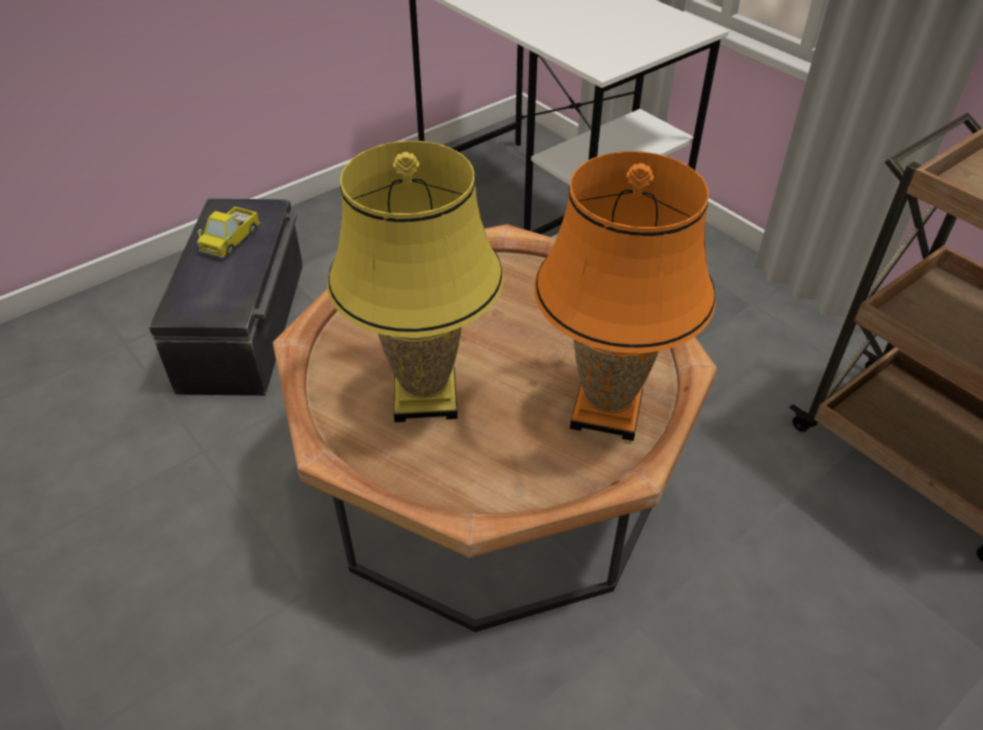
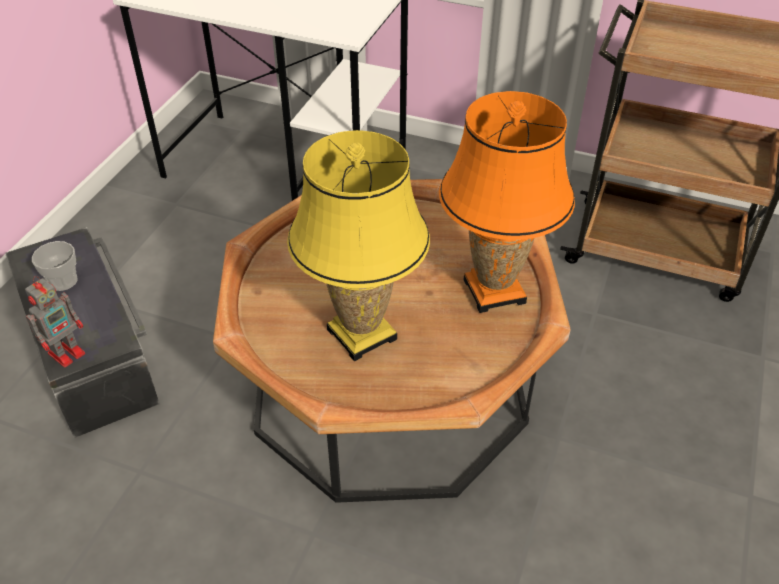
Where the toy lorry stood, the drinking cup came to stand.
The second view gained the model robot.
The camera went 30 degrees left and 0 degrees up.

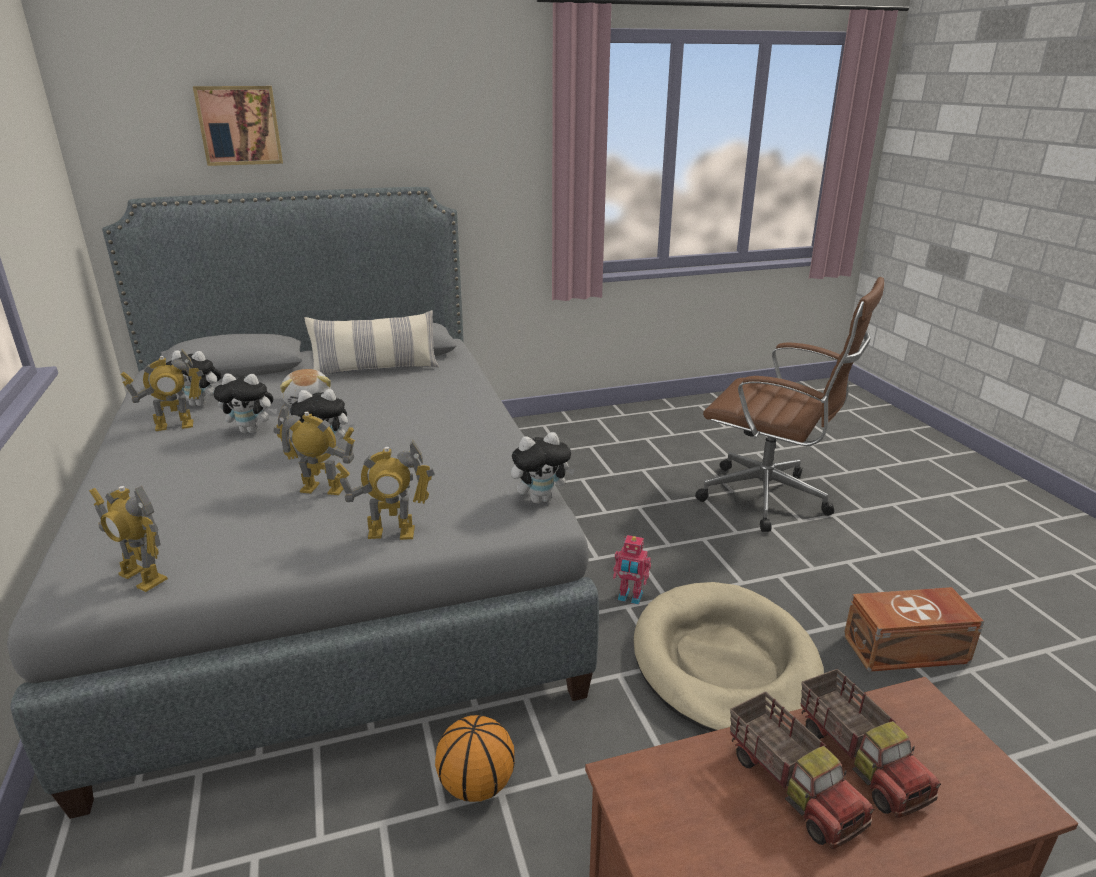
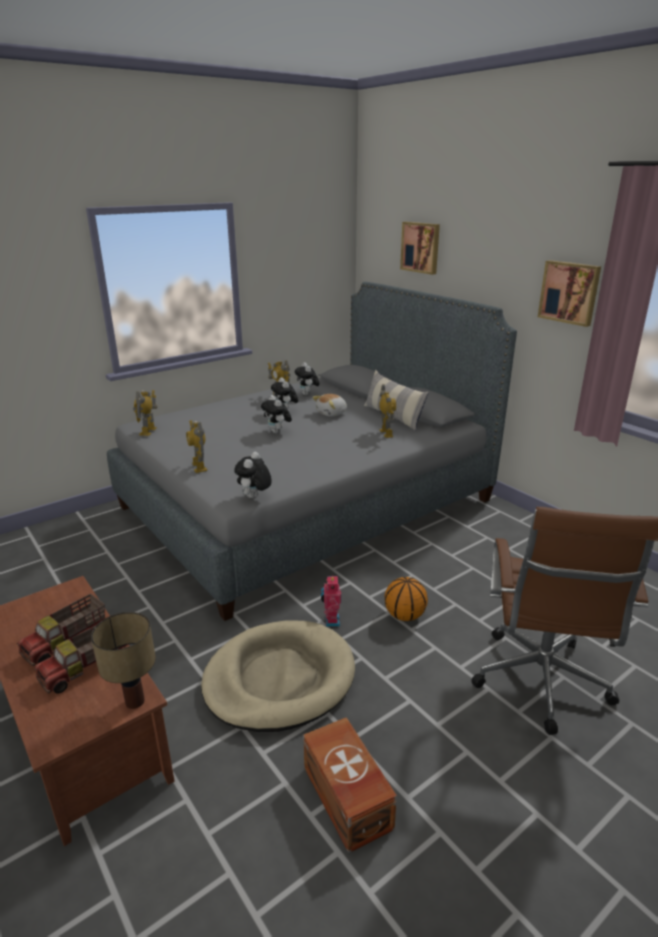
The model robot (no. 3 from left in the first image) ended up elsewhere.
The ball for basketball ended up elsewhere.
The plush toy (no. 5 from left in the first image) ended up facing another way, 60 degrees clockwise from before.
The second view gained the table lamp.
The second view gained the wall art (no. 2 from left).
The camera went 70 degrees right and 0 degrees up.

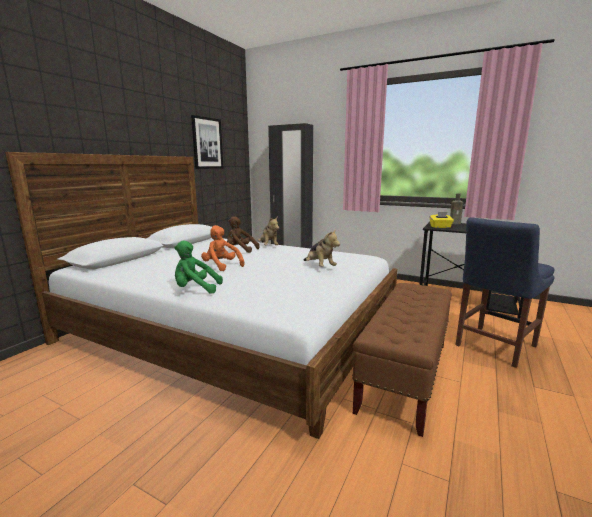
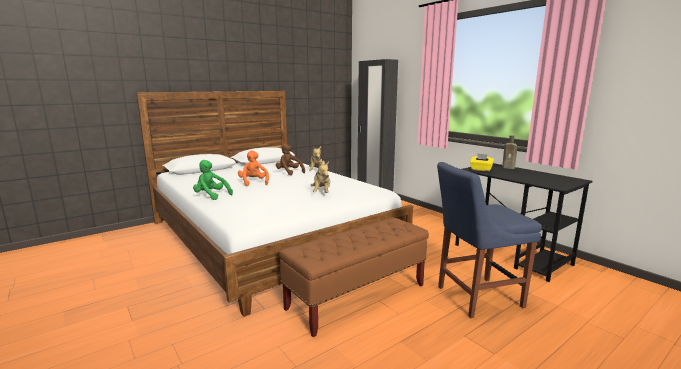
The second view lost the wall art.
The camera went 25 degrees right and 0 degrees up.

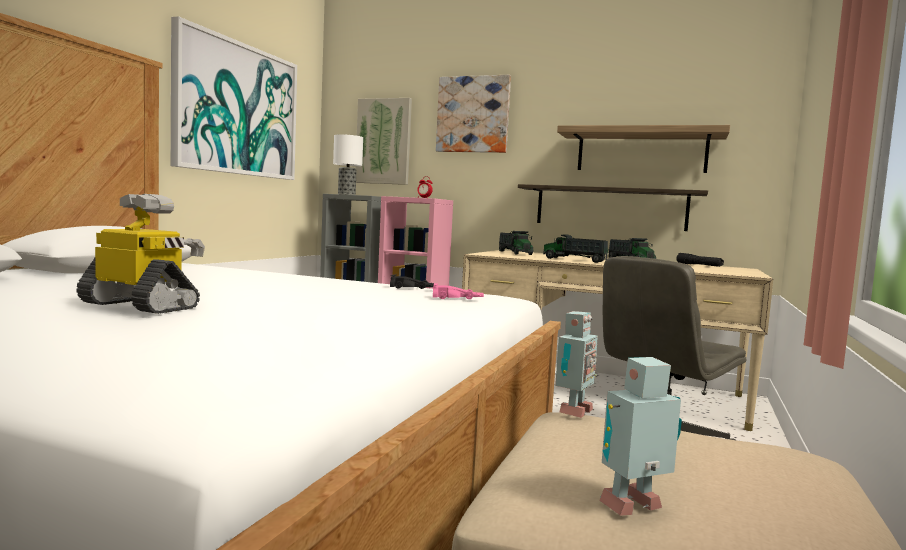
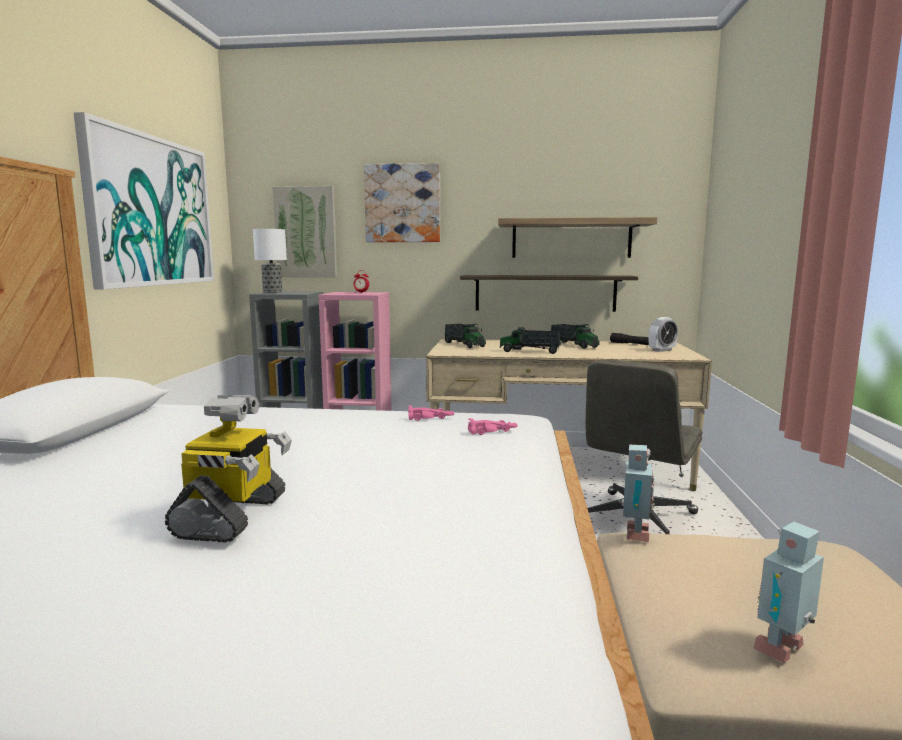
The model robot (no. 1 from left) ended up facing another way, 90 degrees clockwise from before.
What was the blackish model car turned into the pink model car (no. 1 from left).
The second view gained the bedside clock (no. 2 from left).
The camera went 15 degrees left and 5 degrees up.

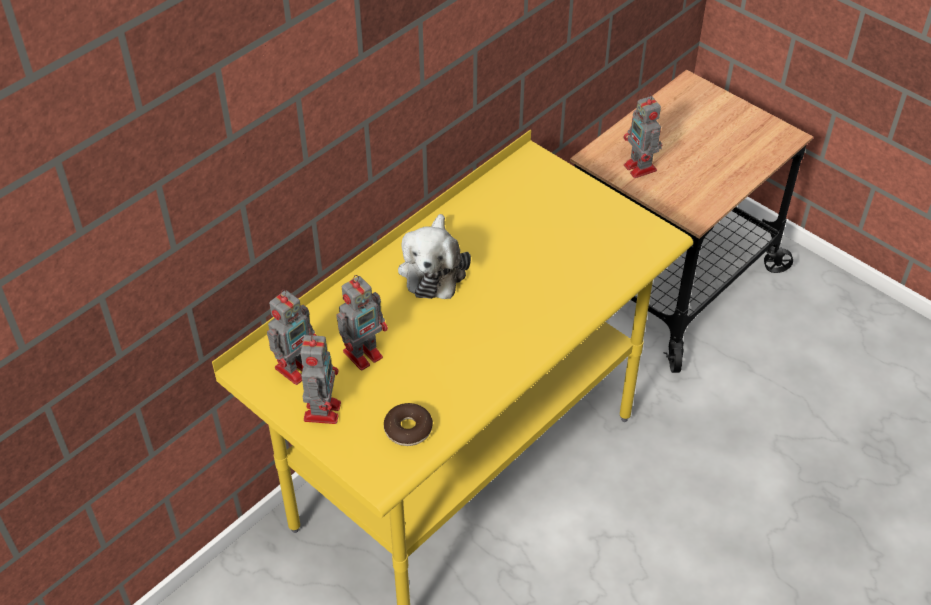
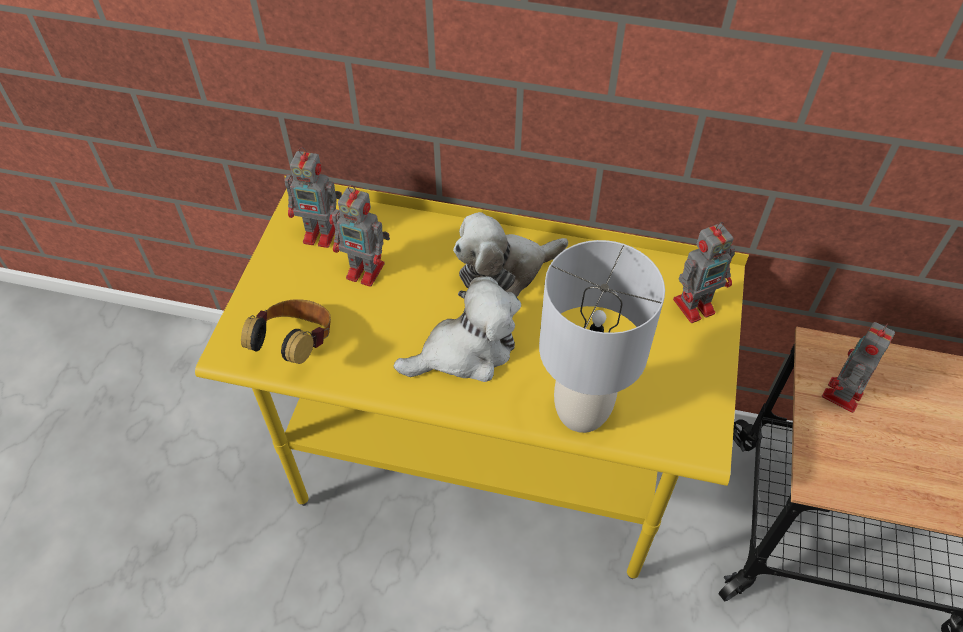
The model robot (no. 2 from left in the first image) ended up elsewhere.
Where the doughnut stood, the headphones came to stand.
The second view gained the plush toy (no. 1 from left).
The second view gained the grey table lamp.
The camera went 60 degrees right and 5 degrees up.

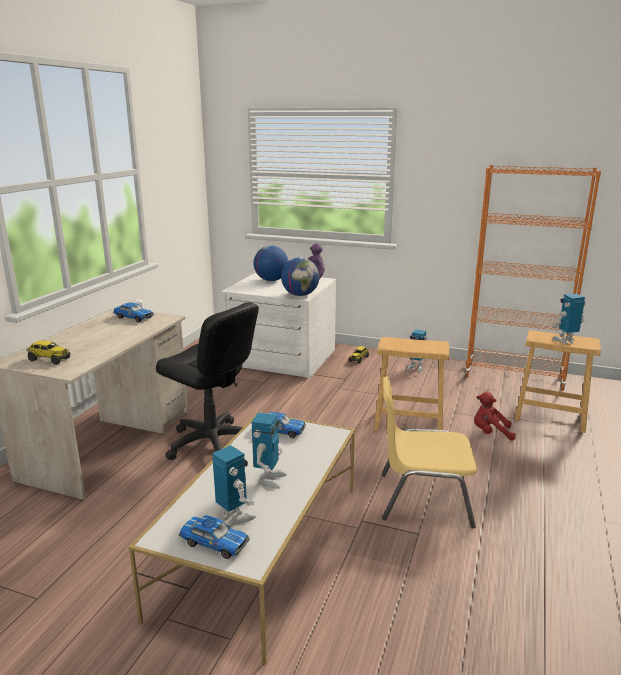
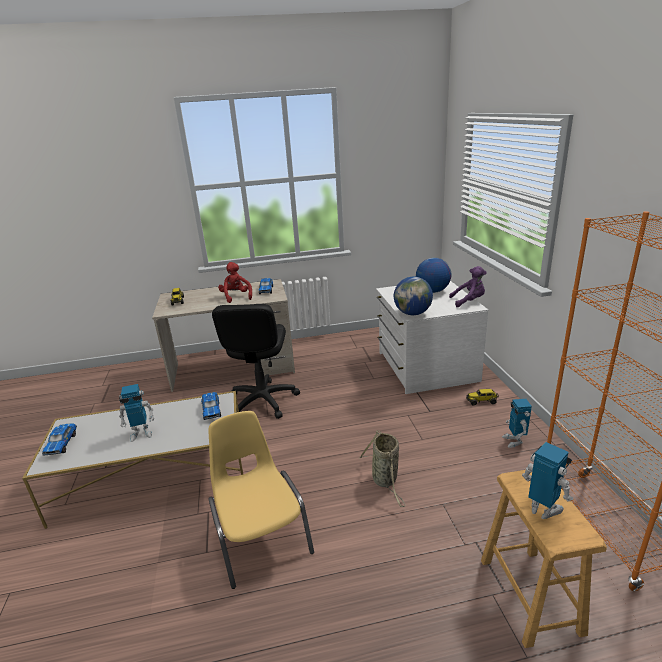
The second view lost the model robot (no. 1 from left).
Where the brown-coloured stool seat (no. 1 from left) stood, the household basket came to stand.
The red-coloured plush toy ended up elsewhere.
The camera went 60 degrees right and 5 degrees up.

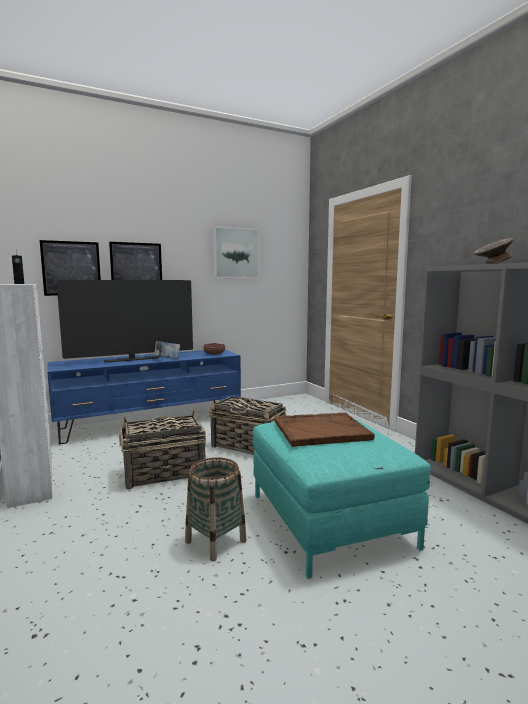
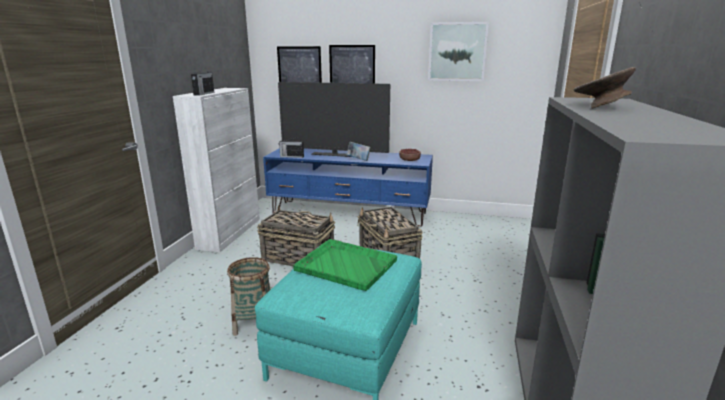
What was the brown-coloured tray turned into the green tray.
The second view gained the radio receiver (no. 2 from left).
The camera went 40 degrees right and 10 degrees up.

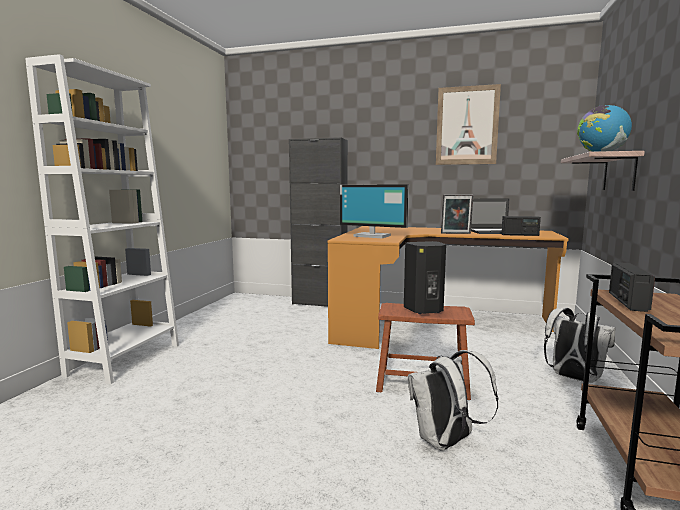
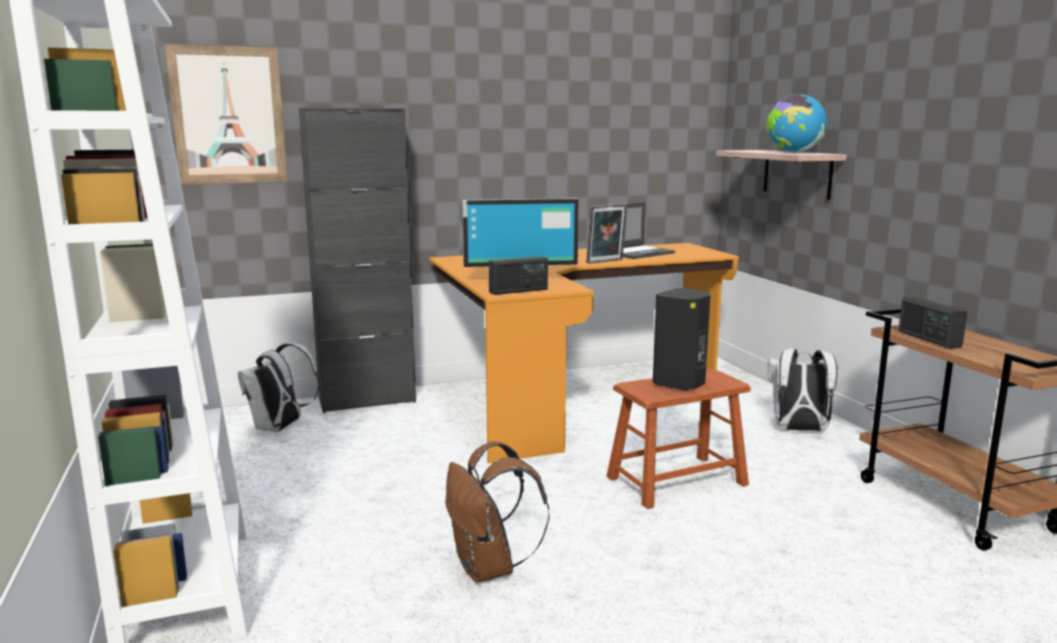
The white knapsack (no. 1 from left) ended up elsewhere.
The wall art ended up elsewhere.
The radio receiver (no. 1 from left) ended up elsewhere.
The second view gained the brown-coloured knapsack.
The camera went 35 degrees left and 5 degrees up.

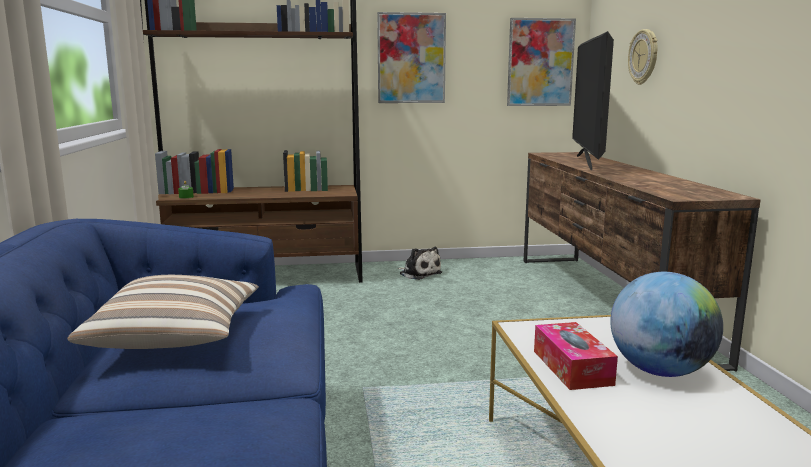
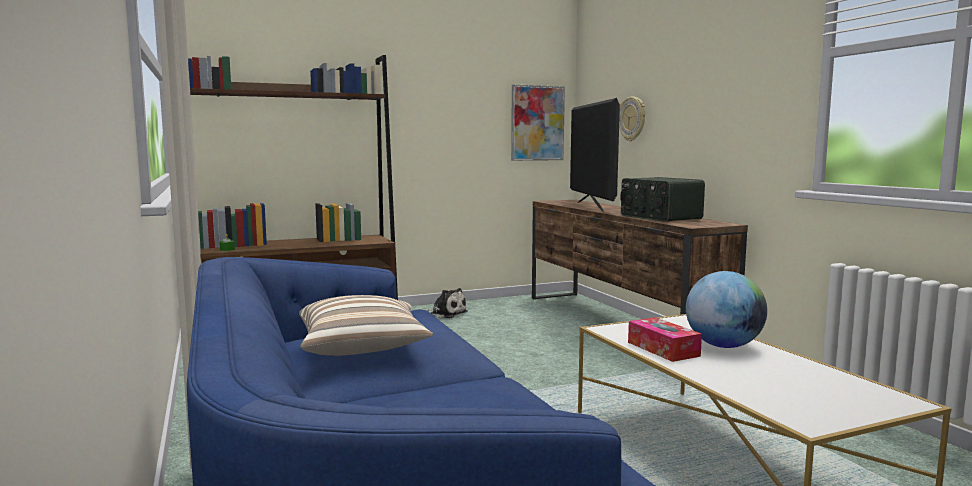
The second view lost the wall art (no. 1 from left).
The second view gained the radio receiver.
The camera went 15 degrees left and 5 degrees down.

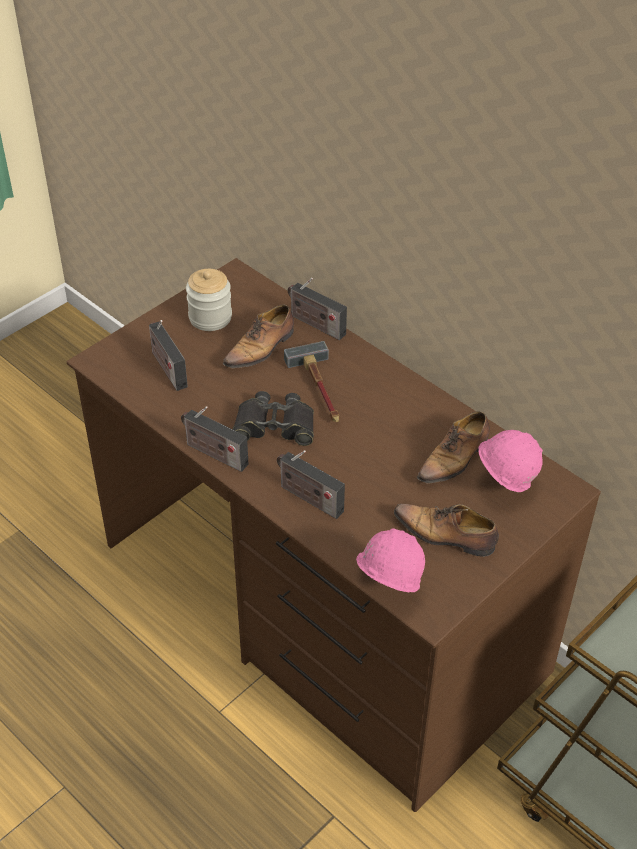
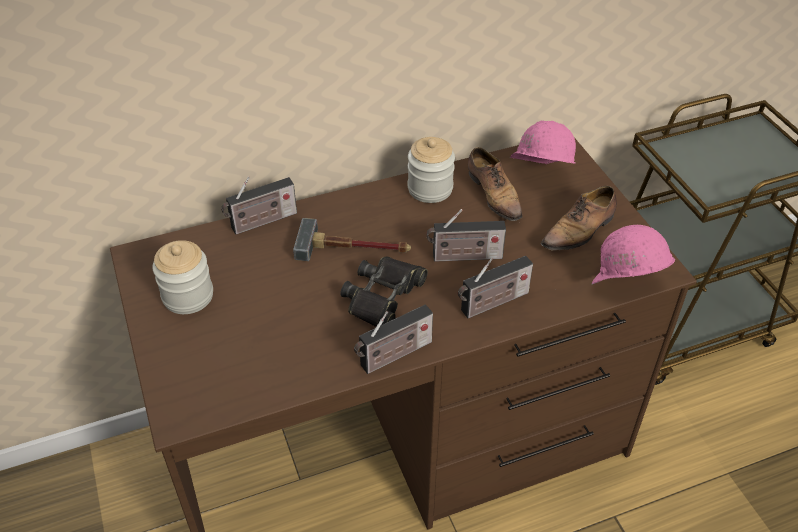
The radio receiver (no. 1 from left in the first image) ended up elsewhere.
The second view lost the shoe (no. 1 from left).
The second view gained the preserve jar (no. 2 from left).
The camera went 65 degrees left and 0 degrees up.

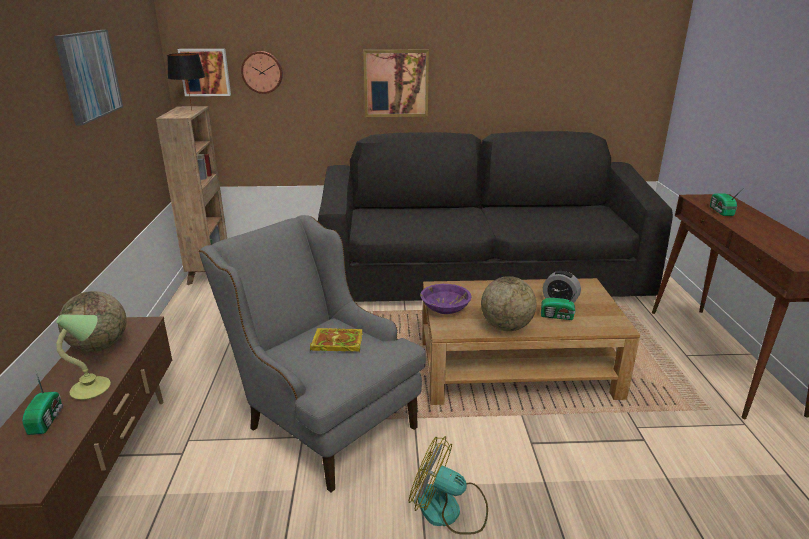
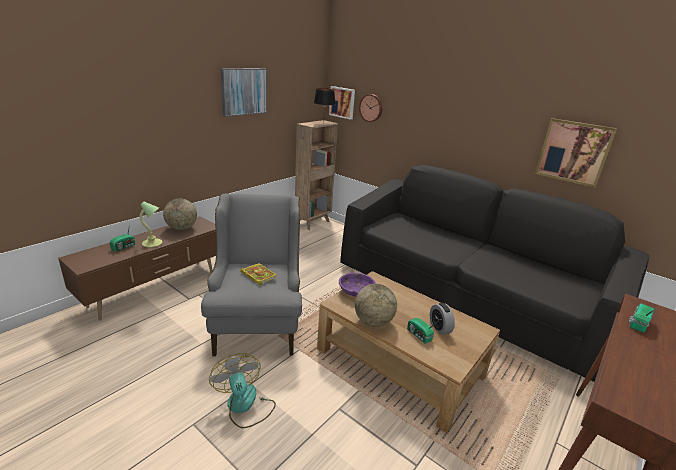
The wall art (no. 3 from left) ended up elsewhere.
The camera went 40 degrees right and 0 degrees up.

